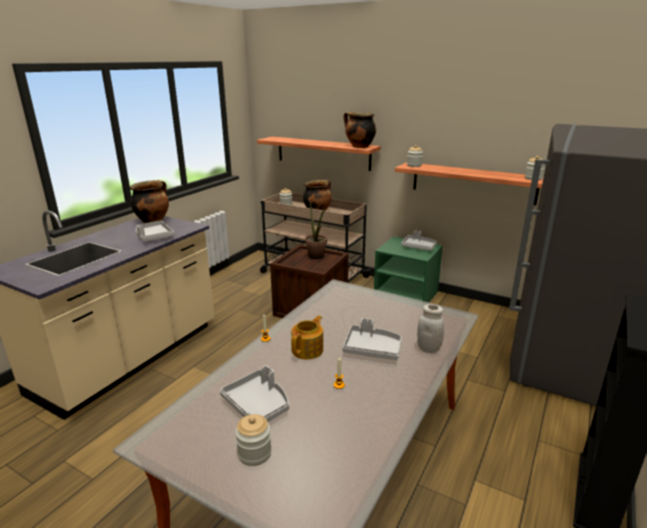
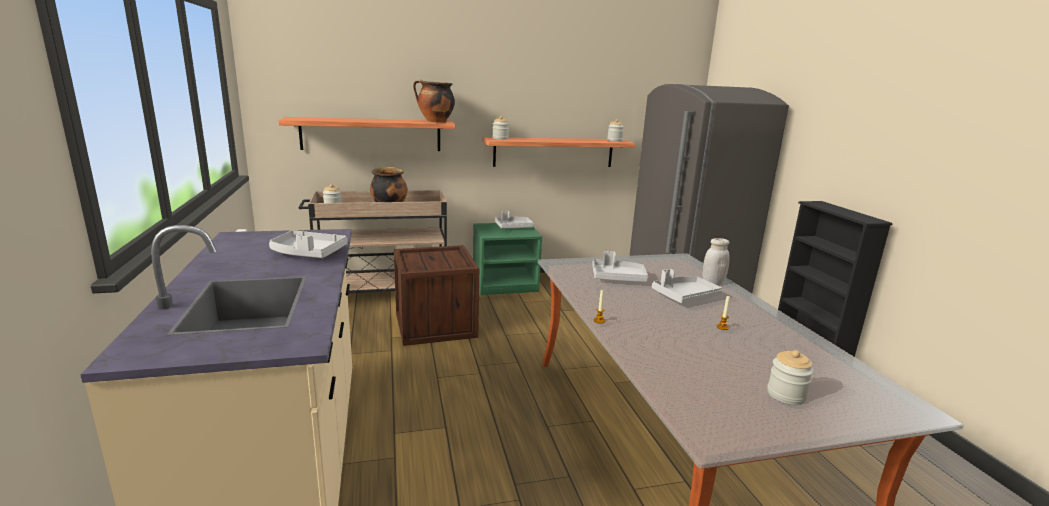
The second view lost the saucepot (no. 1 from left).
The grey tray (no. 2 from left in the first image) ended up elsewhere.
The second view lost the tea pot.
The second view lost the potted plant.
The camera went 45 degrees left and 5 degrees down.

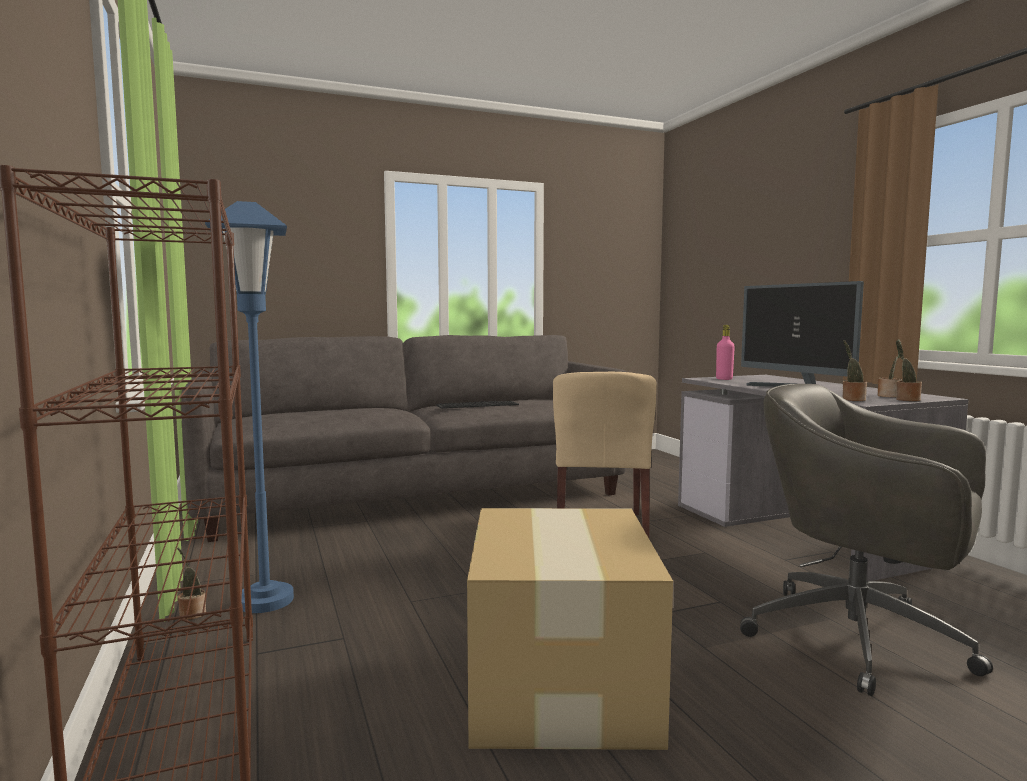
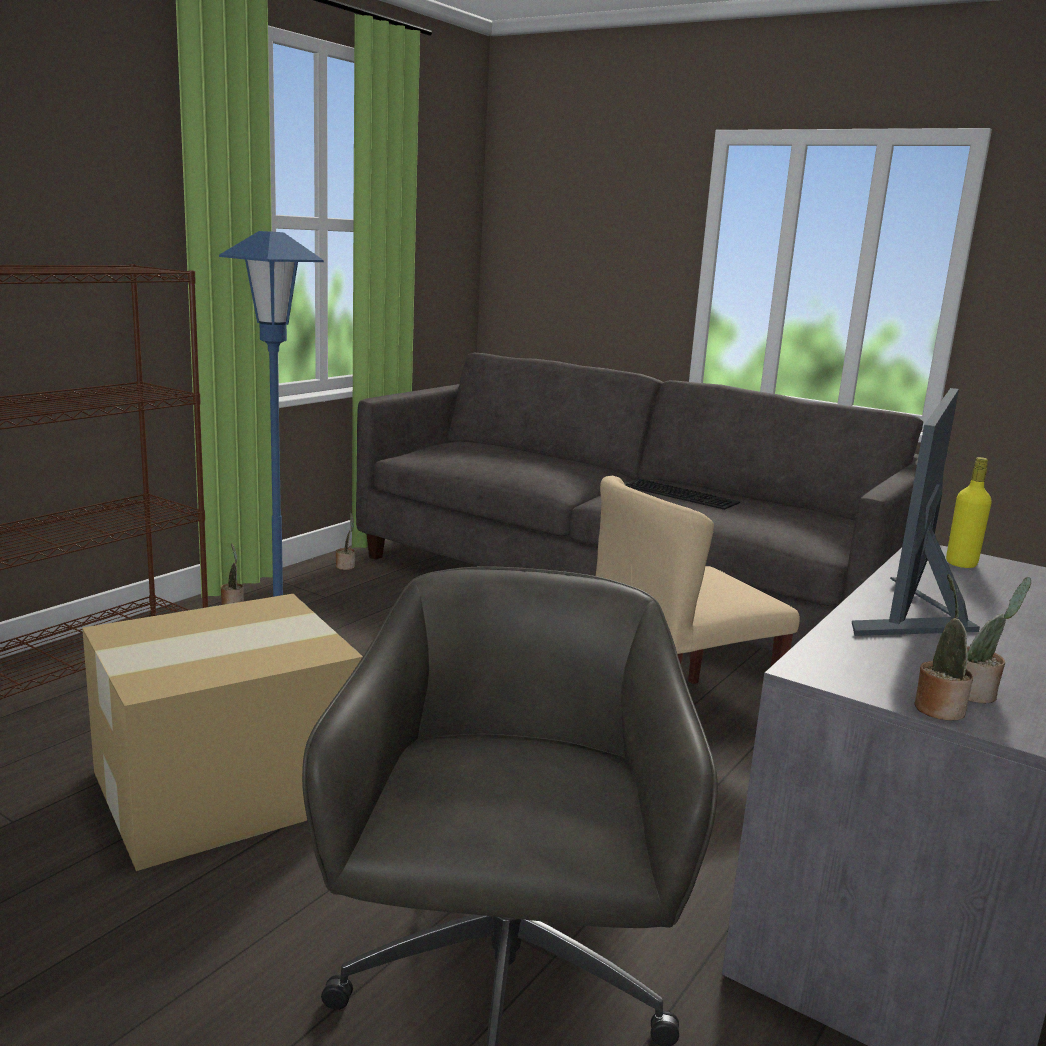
What was the pink drink bottle turned into the yellow drink bottle.
The potted plant (no. 2 from left) ended up elsewhere.
The camera went 55 degrees right and 10 degrees up.

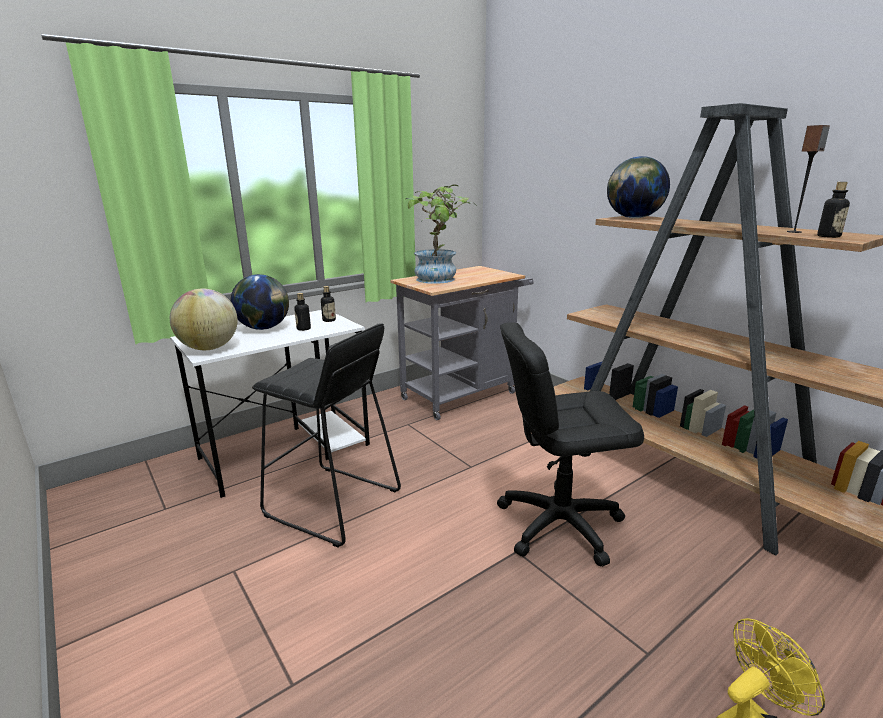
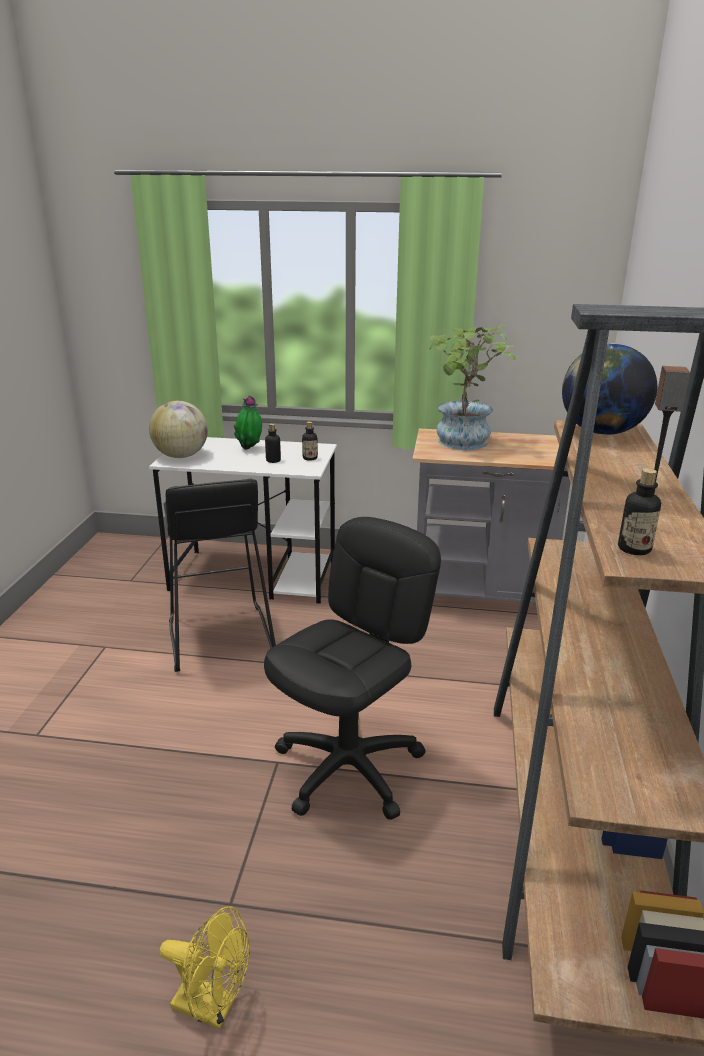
Where the globe (no. 2 from left) stood, the potted plant (no. 1 from left) came to stand.
The blackish desk chair ended up facing another way, 90 degrees clockwise from before.
The camera went 45 degrees right and 5 degrees up.

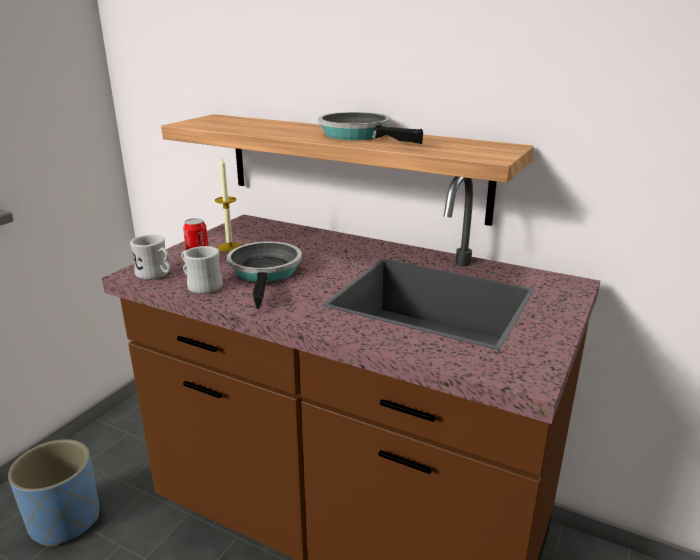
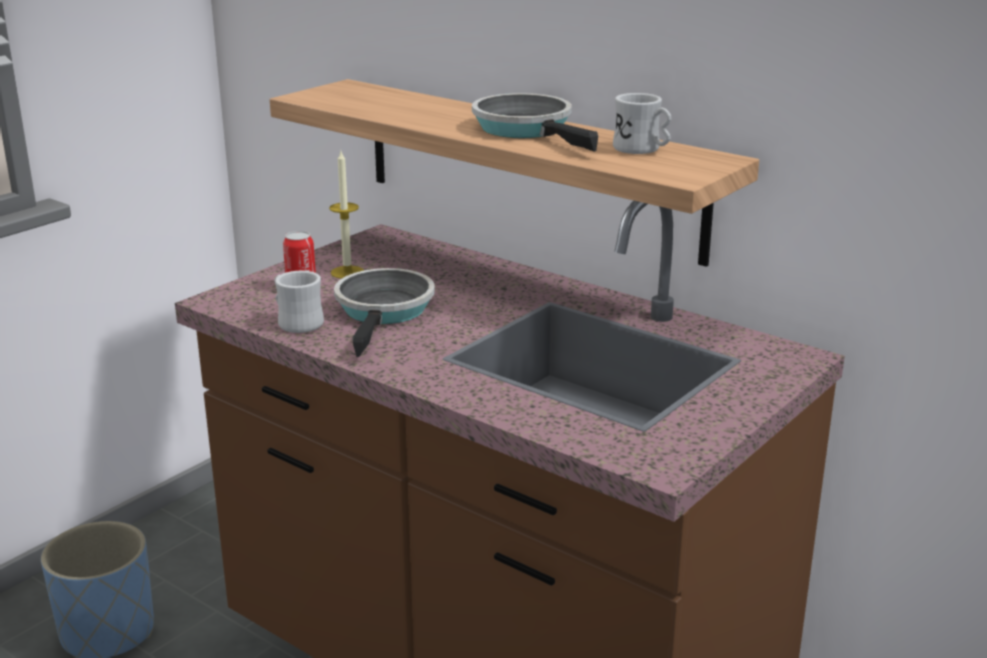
The white tea mug (no. 1 from left in the first image) ended up elsewhere.
The camera went 10 degrees right and 0 degrees up.

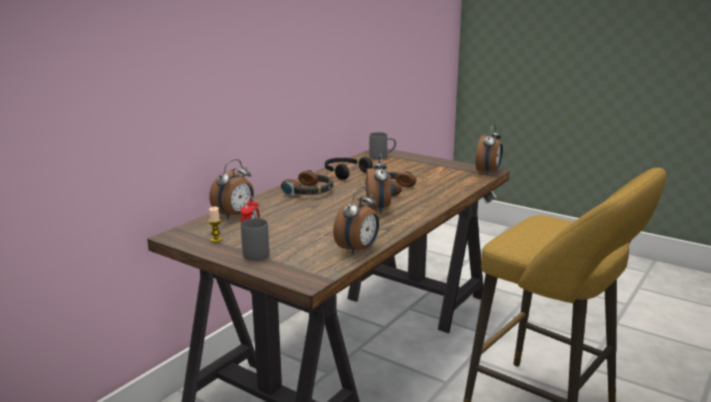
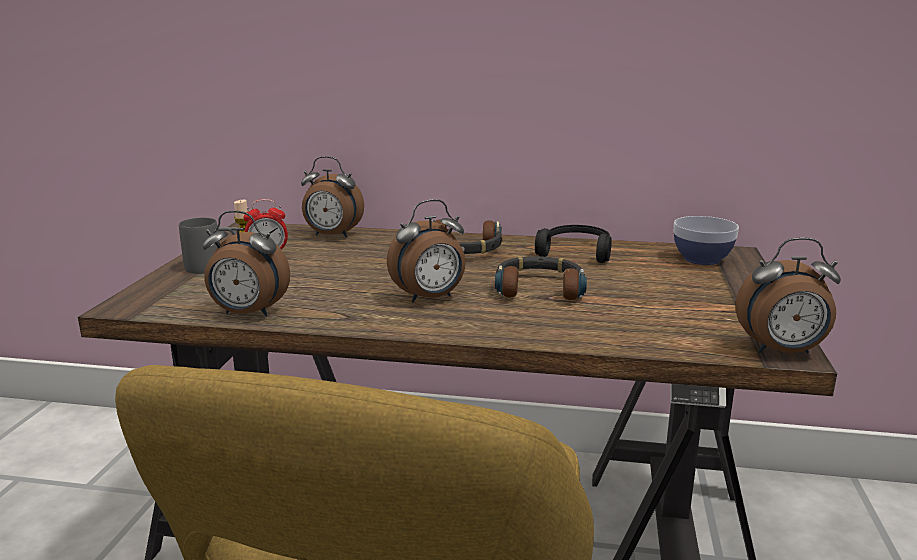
Where the grey tea mug (no. 2 from left) stood, the deep dish came to stand.
The camera went 65 degrees right and 0 degrees up.

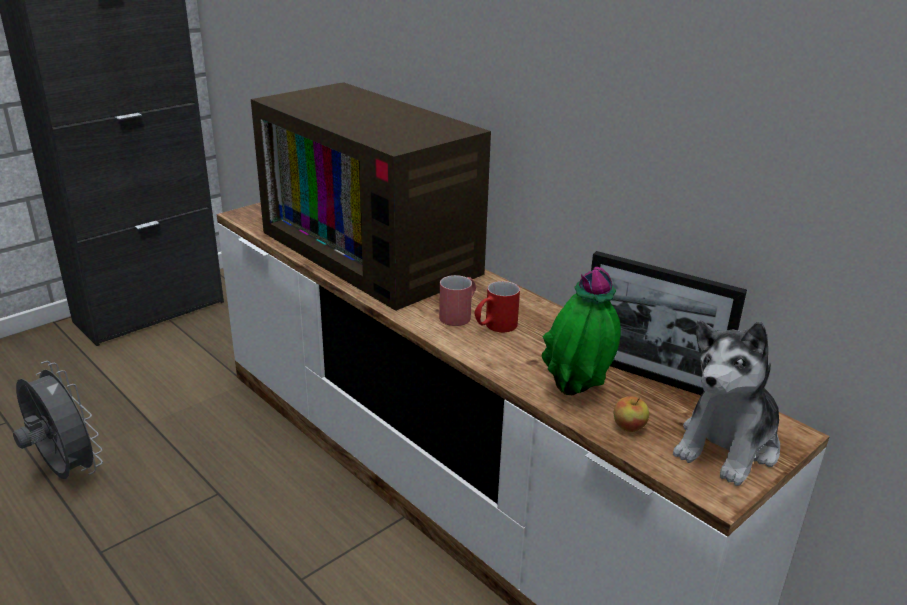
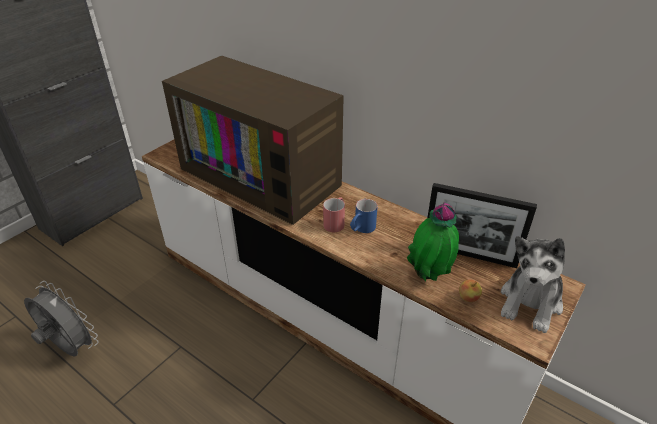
What was the red-coloured tea mug (no. 2 from left) turned into the bluish tea mug.
The camera went 10 degrees left and 10 degrees up.

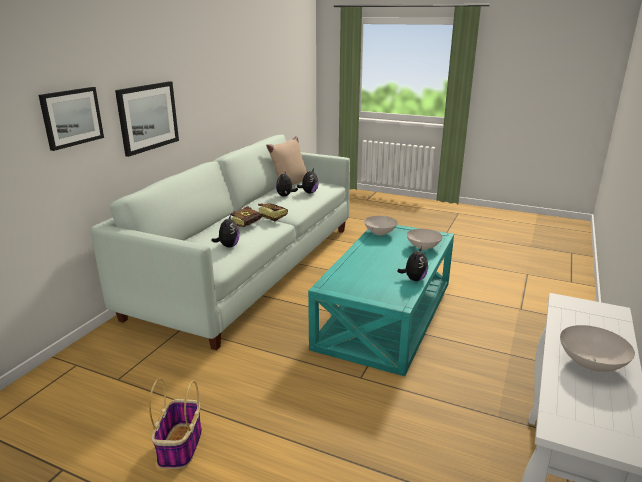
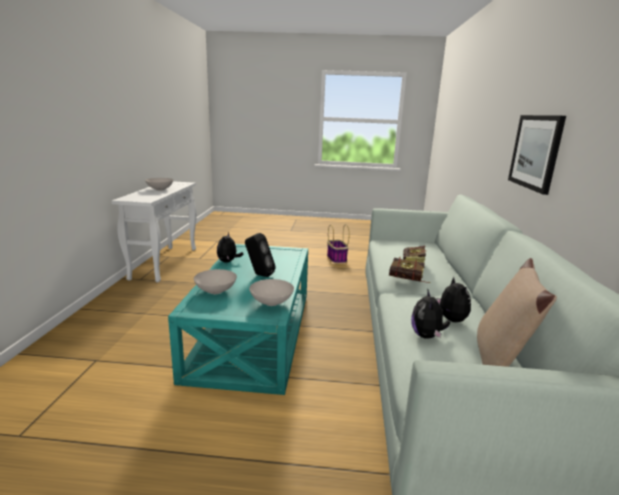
The second view lost the wall art (no. 1 from left).
The second view lost the plush toy (no. 1 from left).
The second view gained the blackish audio speaker.
The camera went 160 degrees right and 5 degrees down.

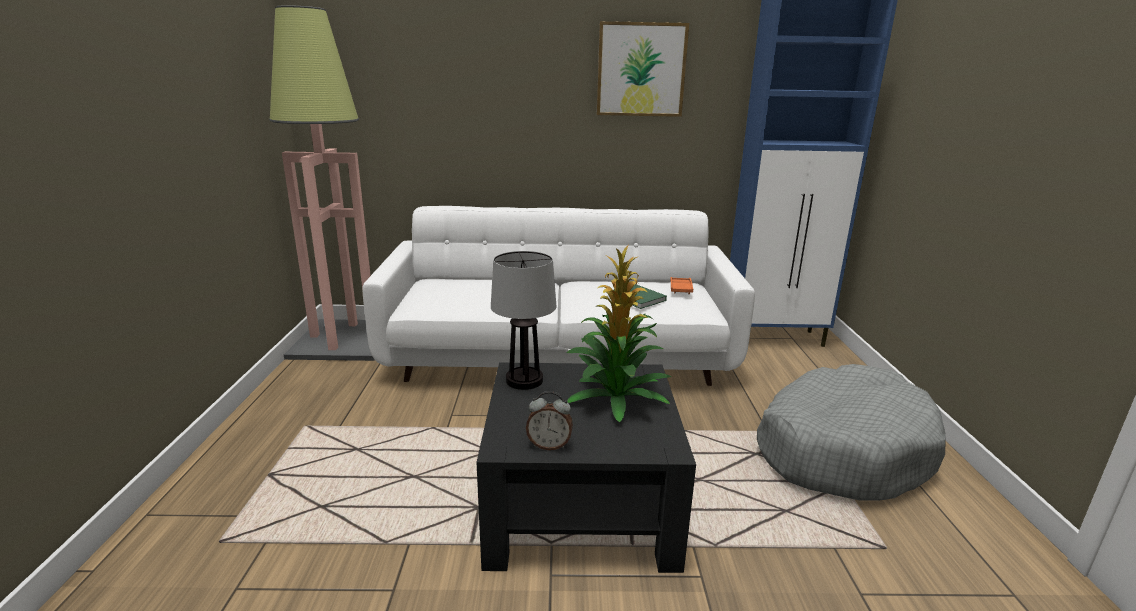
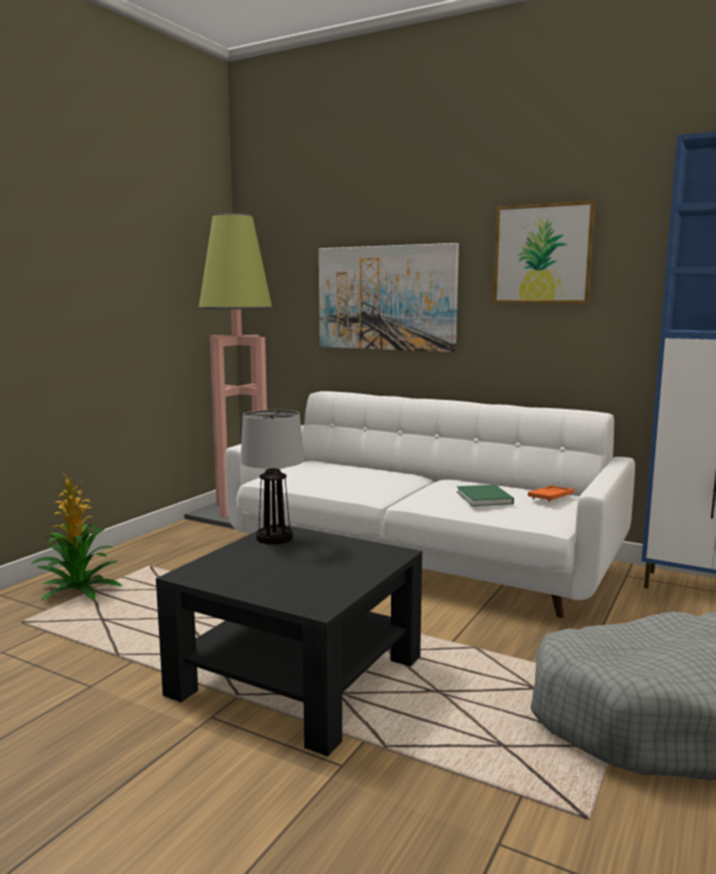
The second view lost the bedside clock.
The potted plant ended up elsewhere.
The second view gained the wall art (no. 1 from left).
The camera went 30 degrees right and 10 degrees down.

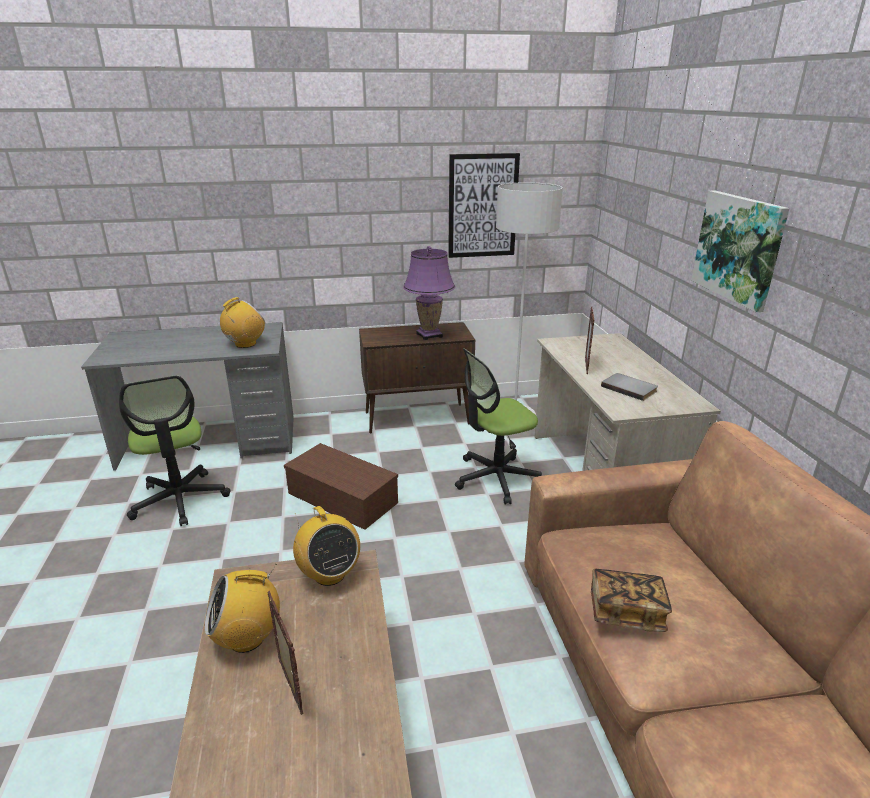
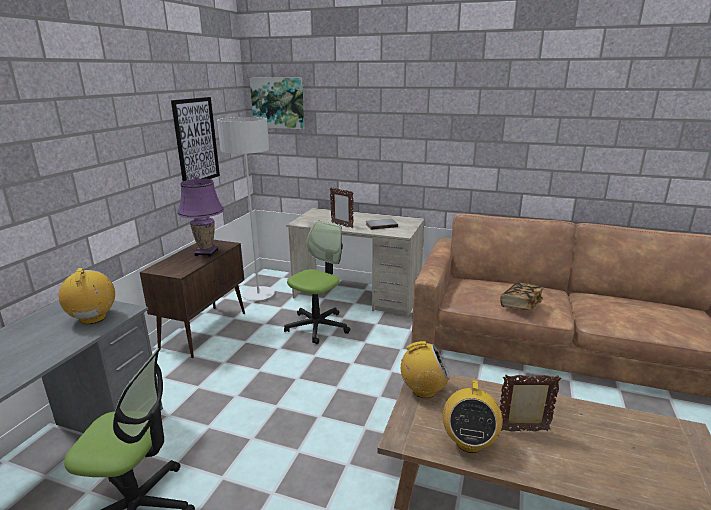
The second view lost the brown-coloured storage box.
The desk chair (no. 2 from left) ended up facing another way, 150 degrees counterclockwise from before.
The wall art (no. 2 from left) ended up elsewhere.
The camera went 60 degrees left and 5 degrees down.

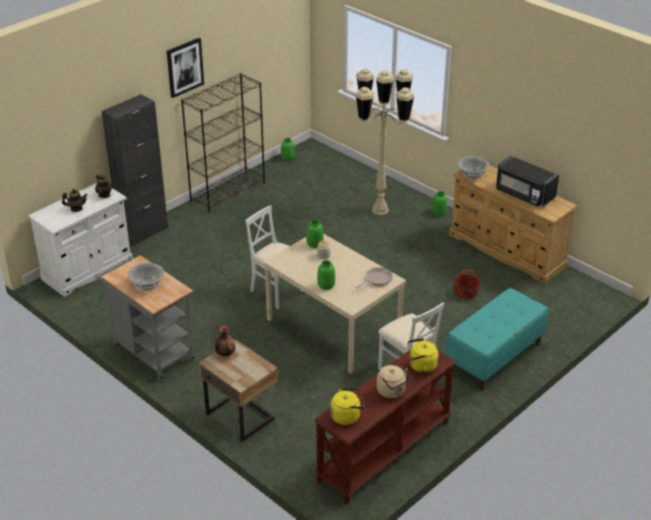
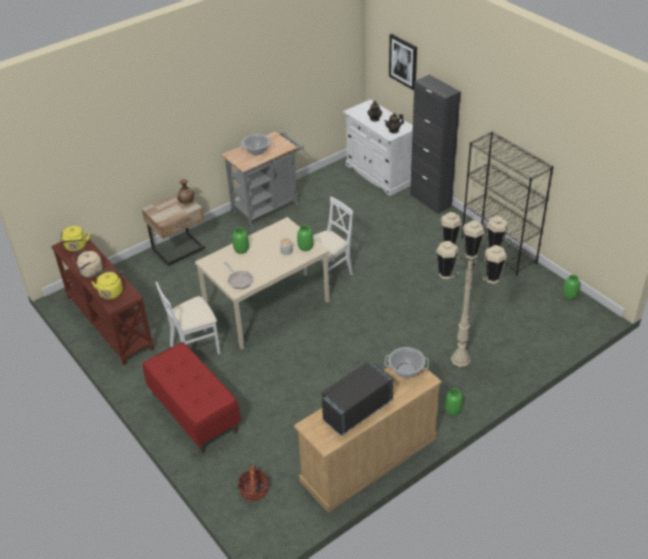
The wall art ended up elsewhere.
What was the turquoise indoor bench turned into the red-coloured indoor bench.
The household basket ended up elsewhere.
The camera went 100 degrees right and 5 degrees up.

